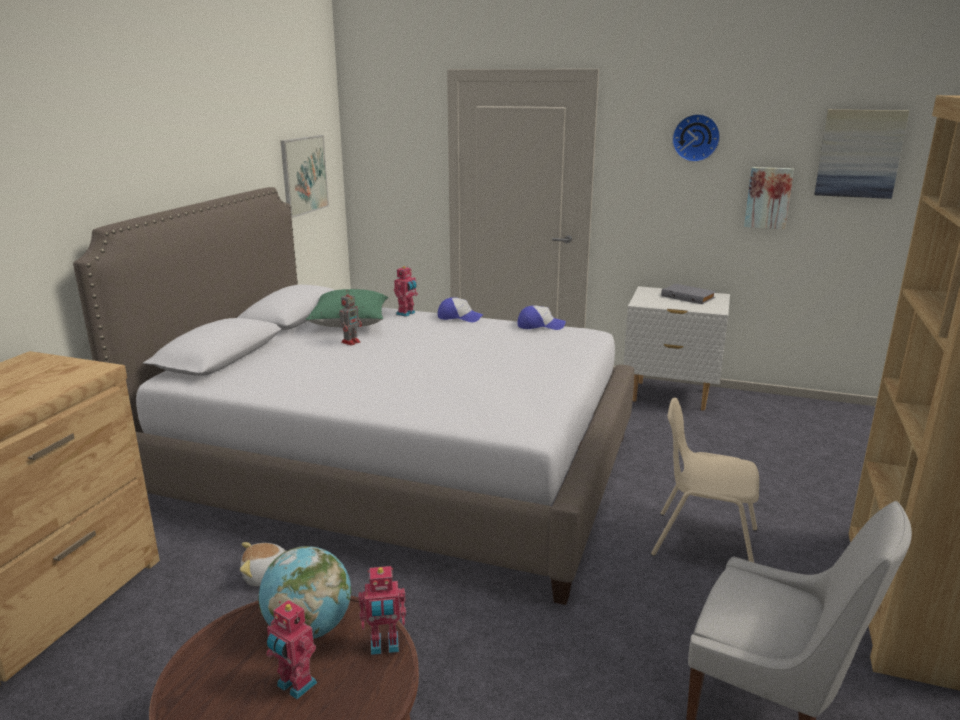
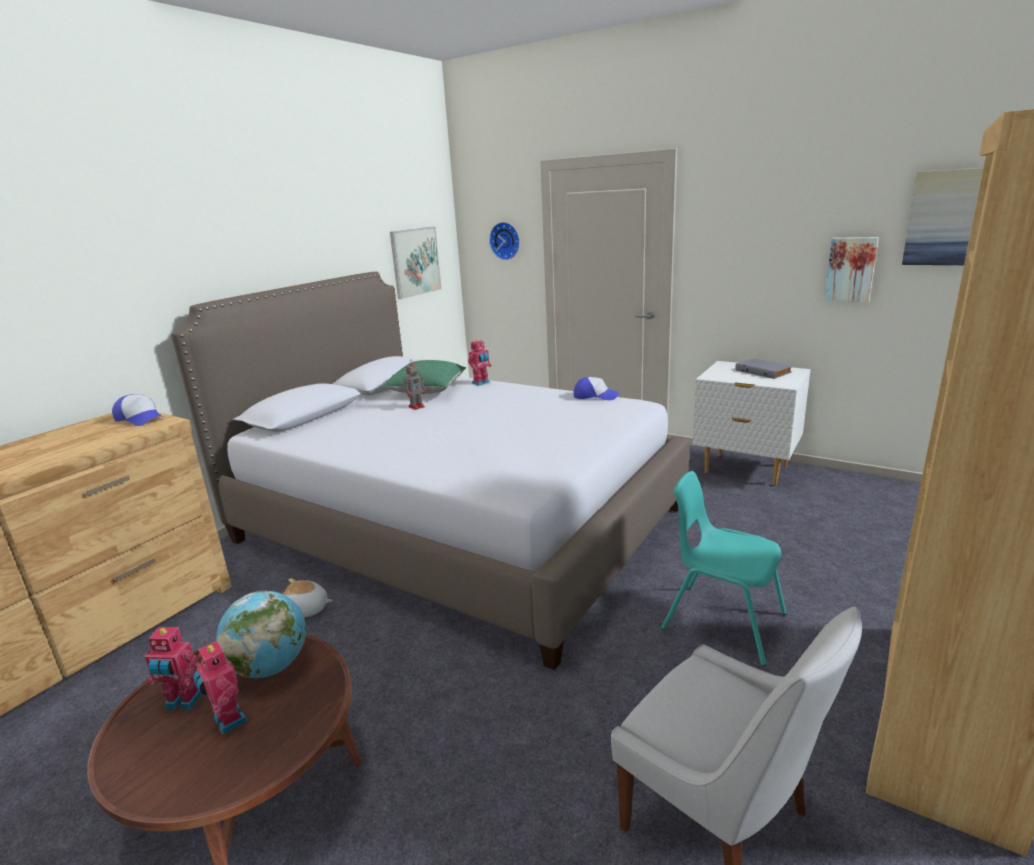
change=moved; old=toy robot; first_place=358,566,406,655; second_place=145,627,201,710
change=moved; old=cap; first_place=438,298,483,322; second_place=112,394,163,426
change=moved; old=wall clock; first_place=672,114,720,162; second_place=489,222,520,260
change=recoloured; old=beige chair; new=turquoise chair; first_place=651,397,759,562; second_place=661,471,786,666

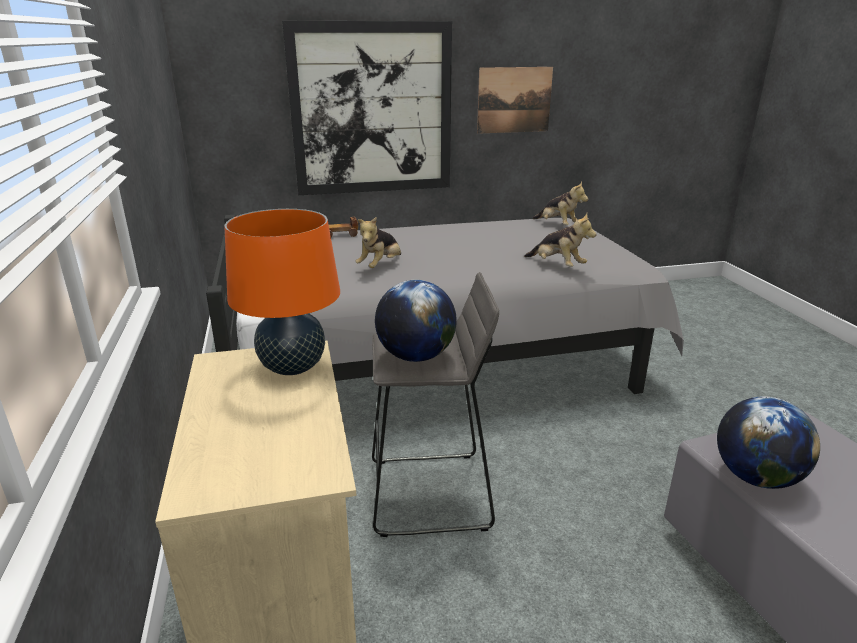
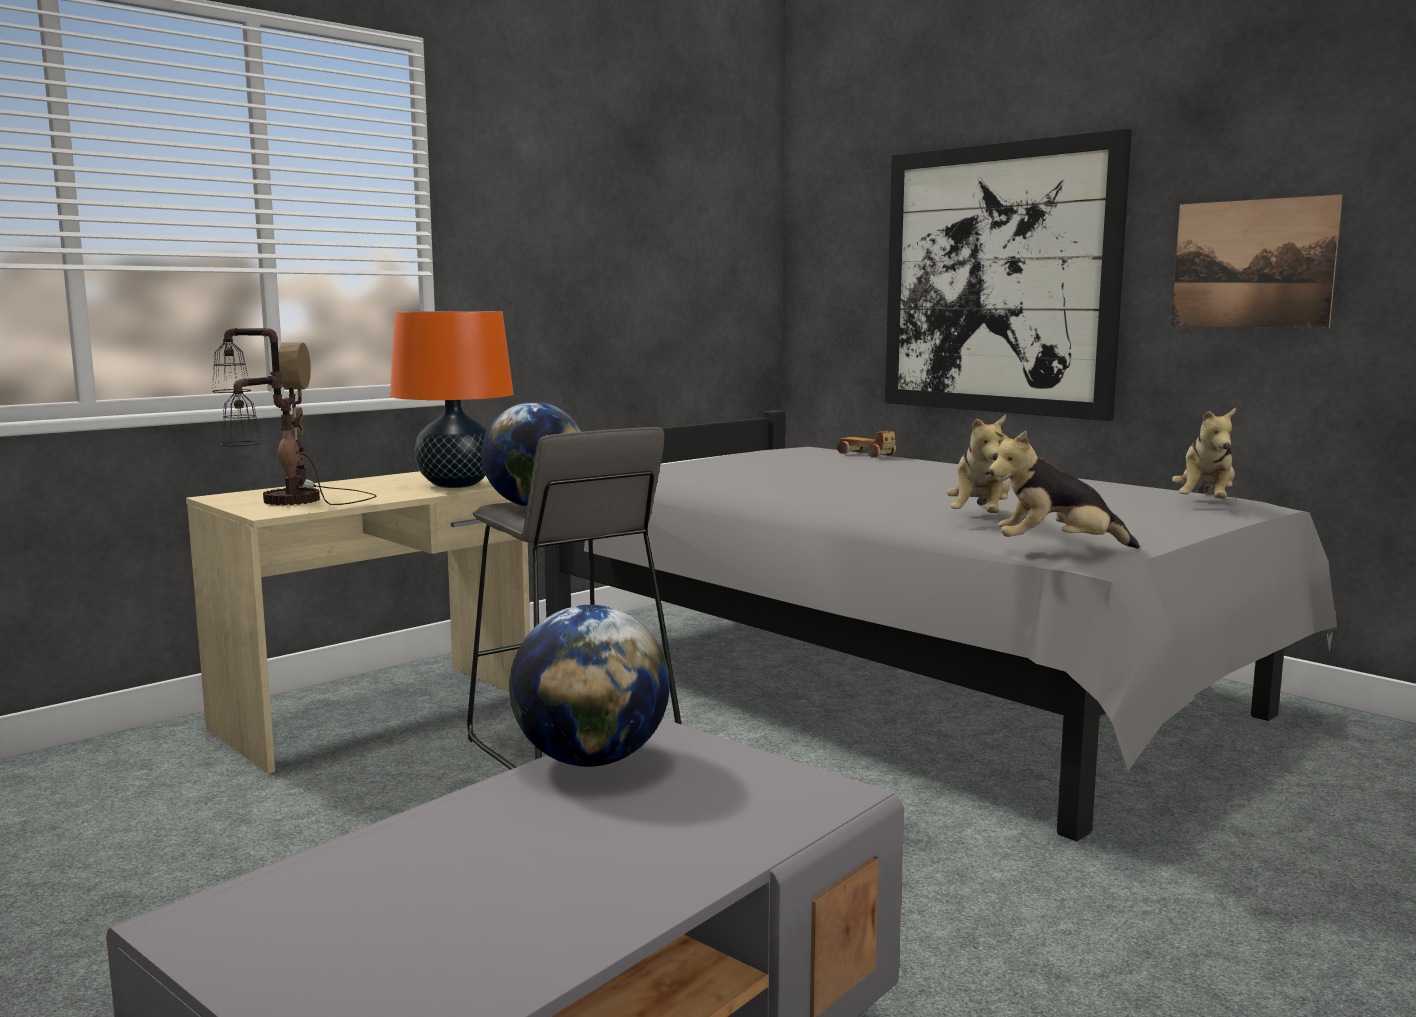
change=added; new=table lamp; second_place=212,328,377,505
change=moved; old=plush toy; first_place=355,217,401,268; second_place=989,431,1140,549

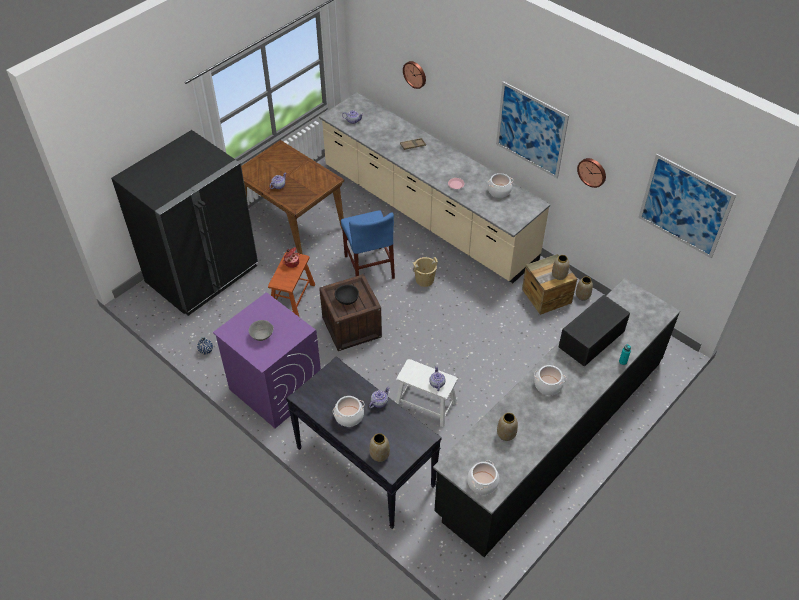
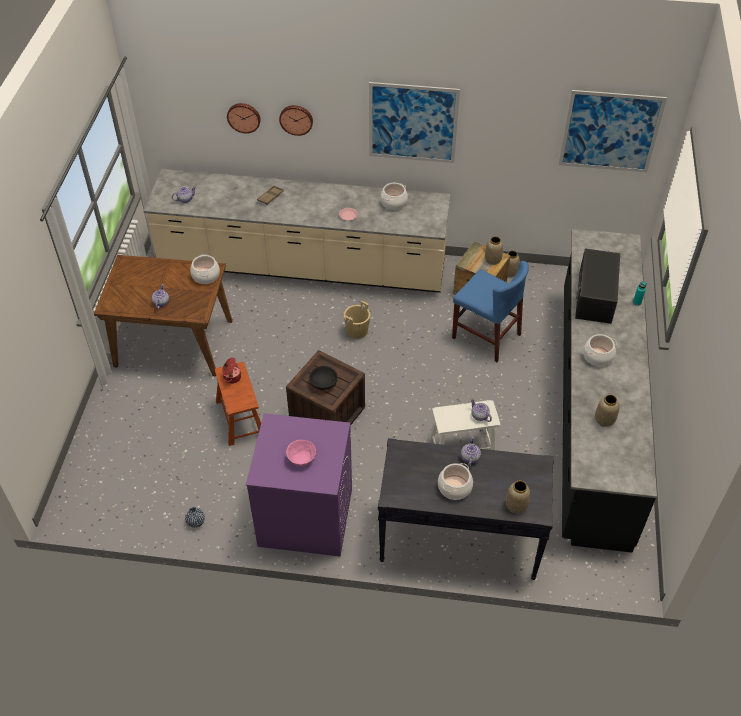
change=removed; old=black fridge; first_place=111,130,258,316
change=moved; old=blue chair; first_place=341,210,395,279; second_place=452,261,529,362
change=moved; old=cooking pot; first_place=467,460,499,495; second_place=190,254,220,284
change=moved; old=wall clock; first_place=577,158,606,188; second_place=279,105,313,136
change=recoloured; old=grey bowl; new=pink bowl; first_place=249,320,274,341; second_place=286,440,316,466

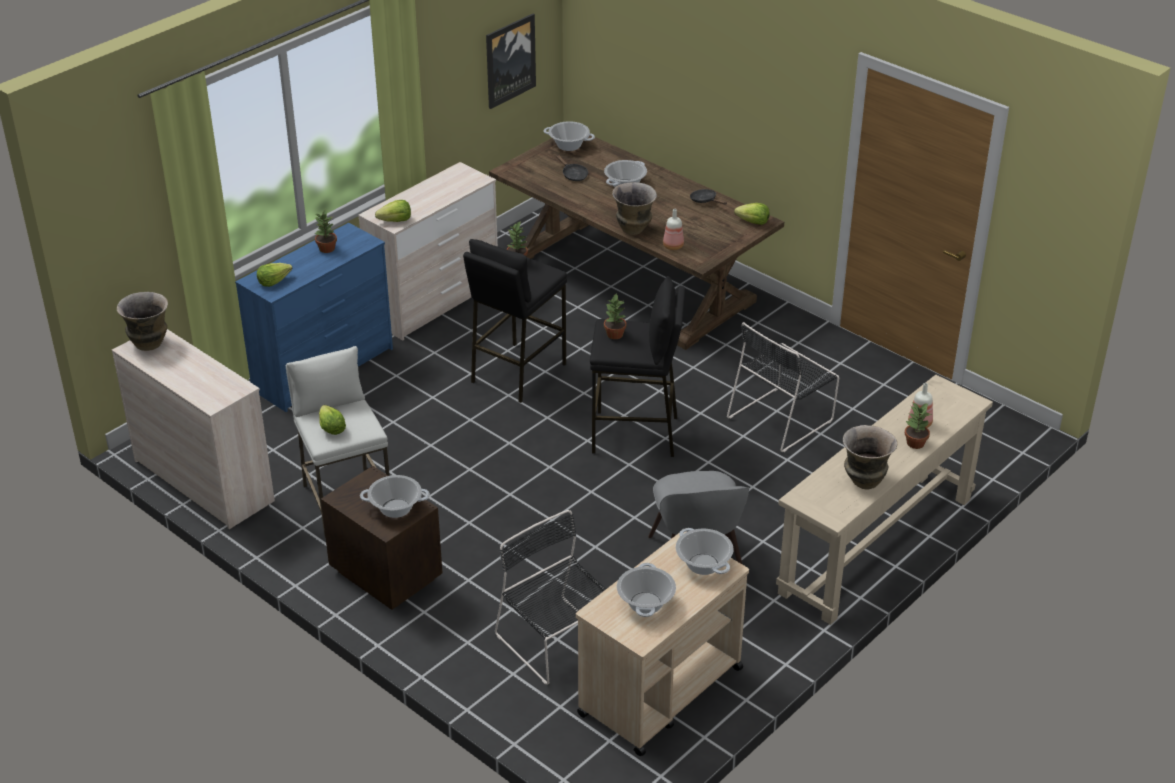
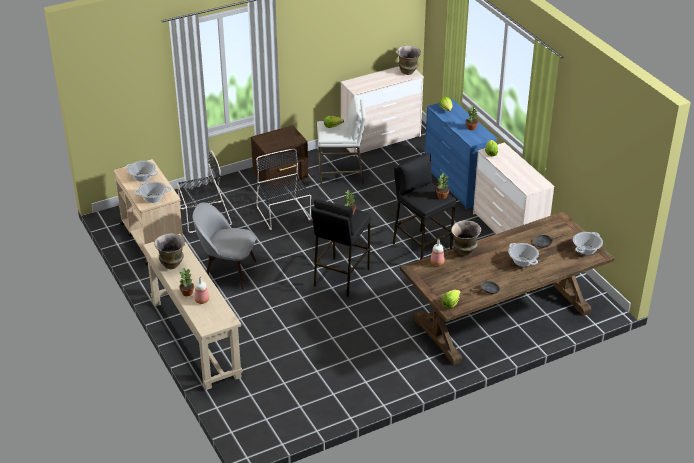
change=removed; old=cooking pot; first_place=360,475,430,518
change=removed; old=picture; first_place=486,14,536,109
change=moved; old=black chair; first_place=727,322,839,452; second_place=256,149,311,230

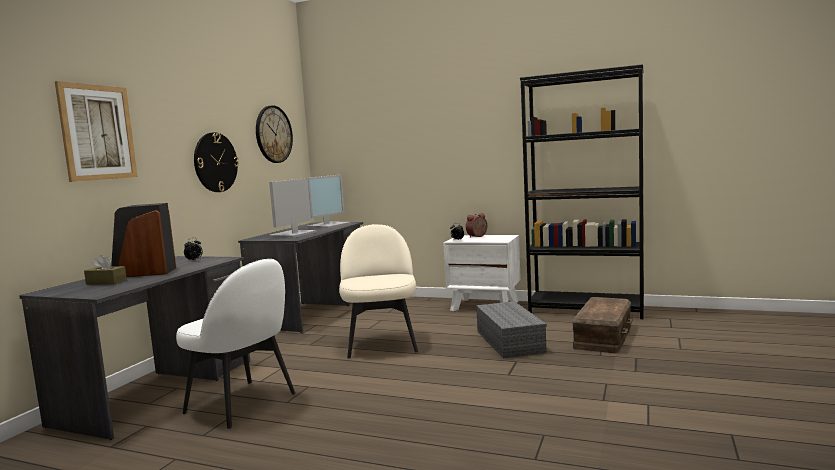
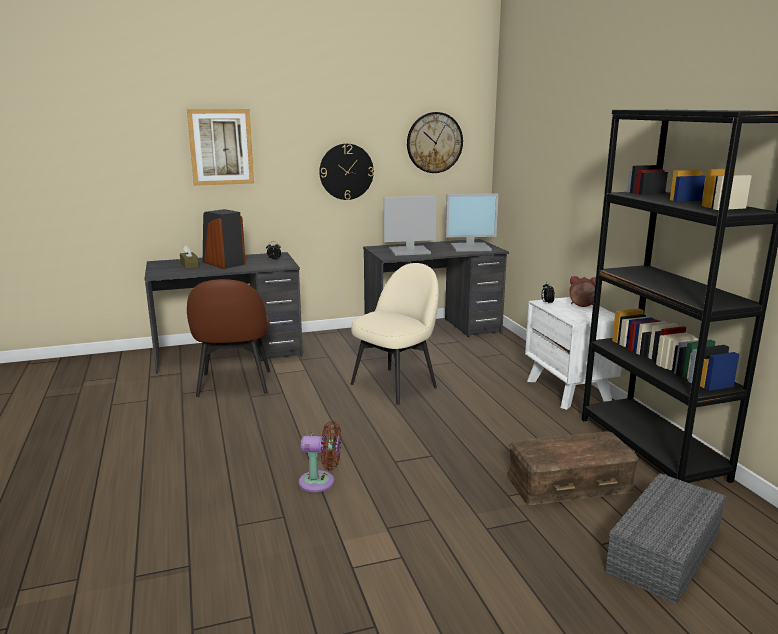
change=added; new=brown fan; second_place=299,420,341,492
change=moved; old=grey storage box; first_place=476,301,547,359; second_place=606,473,727,604
change=recoloured; old=white chair; new=brown chair; first_place=176,259,295,429; second_place=187,279,270,397

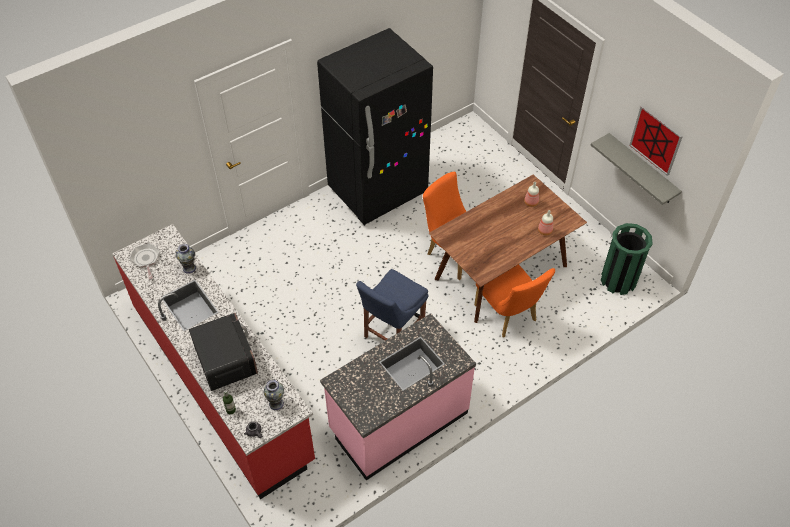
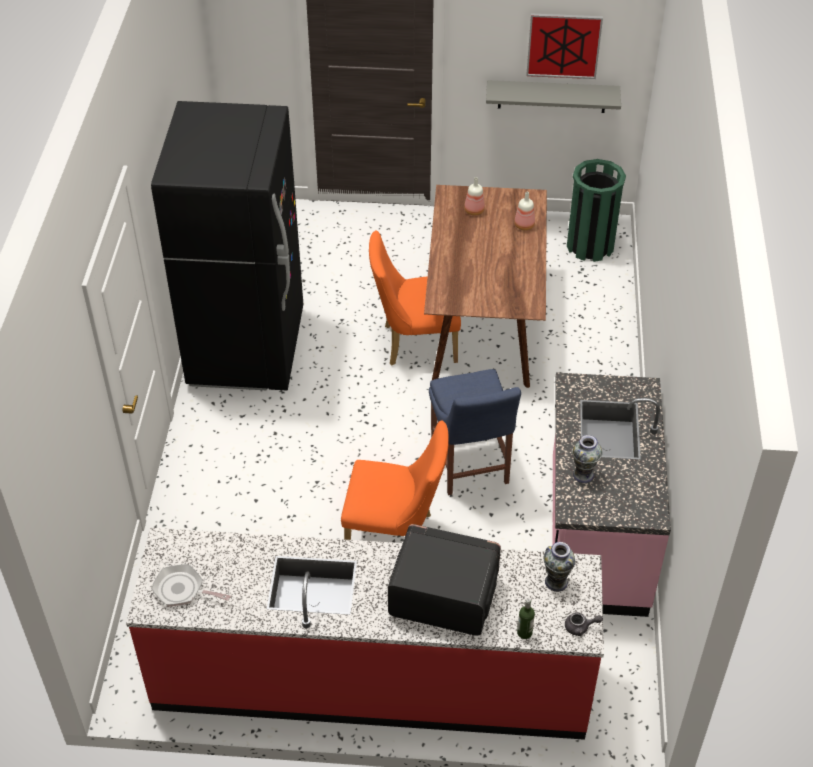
change=moved; old=vase; first_place=175,244,196,274; second_place=572,435,602,483
change=moved; old=orange chair; first_place=474,264,555,337; second_place=341,420,449,540

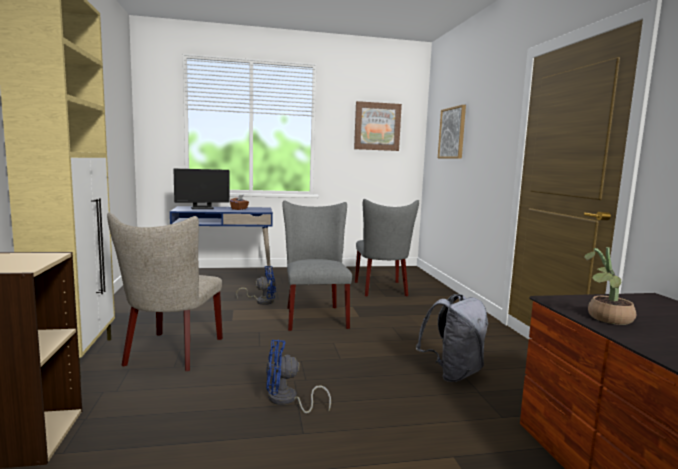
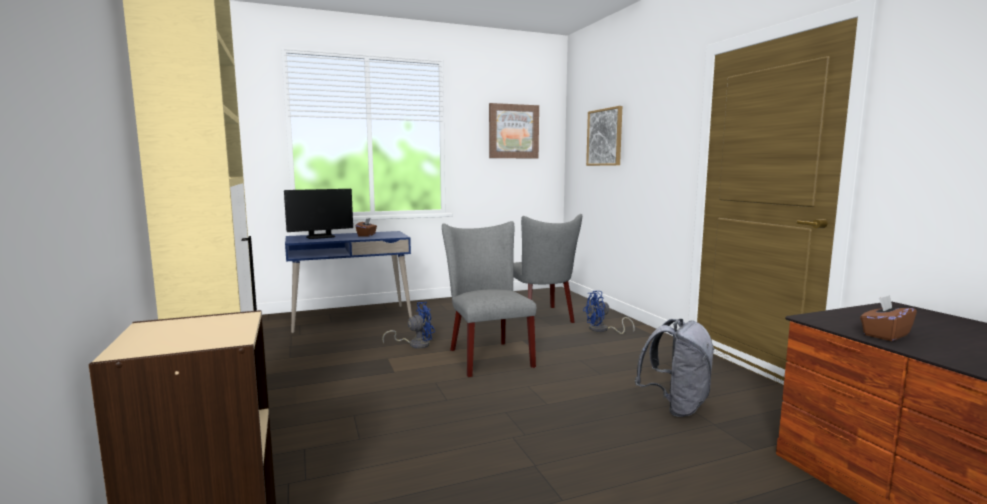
change=removed; old=beige chair; first_place=107,212,223,371
change=moved; old=blue fan; first_place=266,339,331,413; second_place=583,291,635,334
change=replaced; old=potted plant; new=brown tissue box; first_place=584,247,636,325; second_place=860,295,917,341

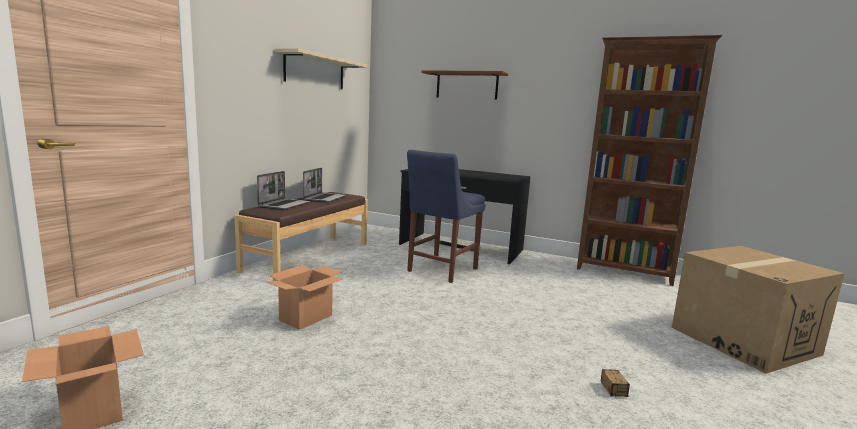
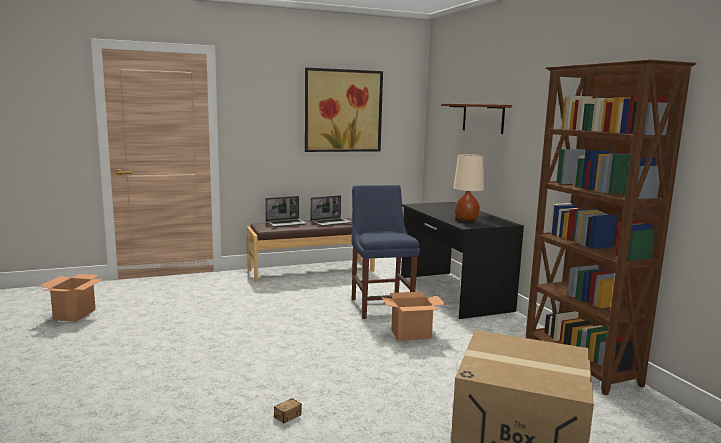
change=added; new=beige table lamp; second_place=453,154,484,221
change=moved; old=cardboard box; first_place=267,265,343,330; second_place=381,292,446,341
change=replaced; old=beige shelf; new=picture; first_place=275,48,367,89; second_place=305,68,383,152
change=turned; old=blue chair; first_place=407,150,485,283; second_place=352,185,420,319; degrees=90

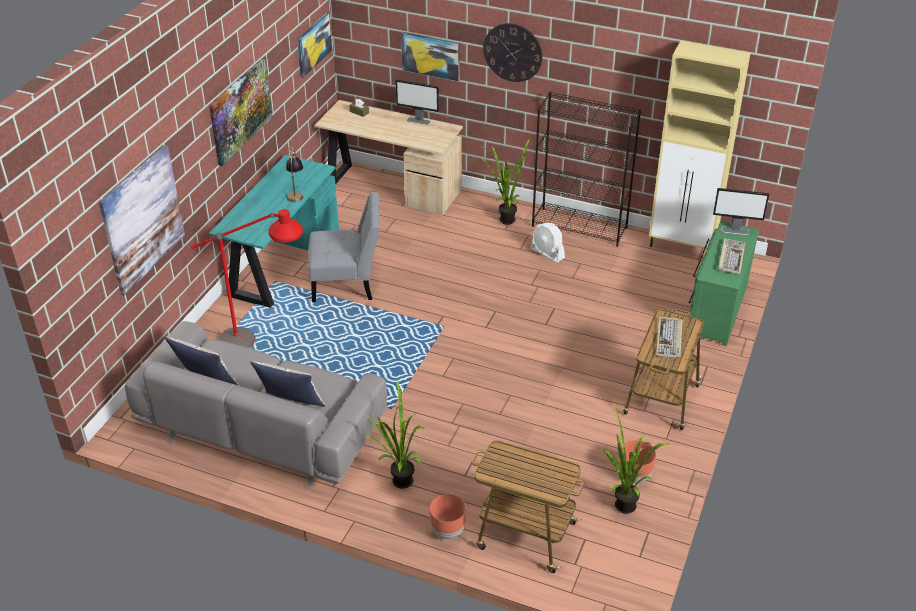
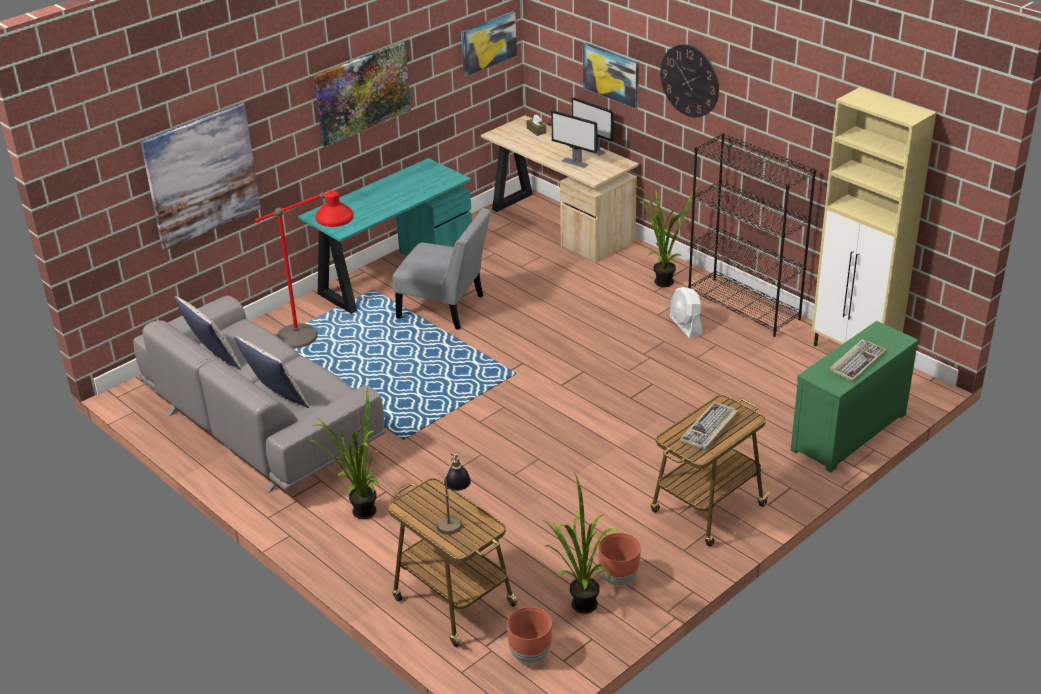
change=moved; old=table lamp; first_place=286,148,303,202; second_place=436,453,471,535
change=moved; old=brown planter; first_place=430,494,466,539; second_place=507,607,552,663
change=moved; old=monitor; first_place=713,188,769,235; second_place=551,110,597,168

